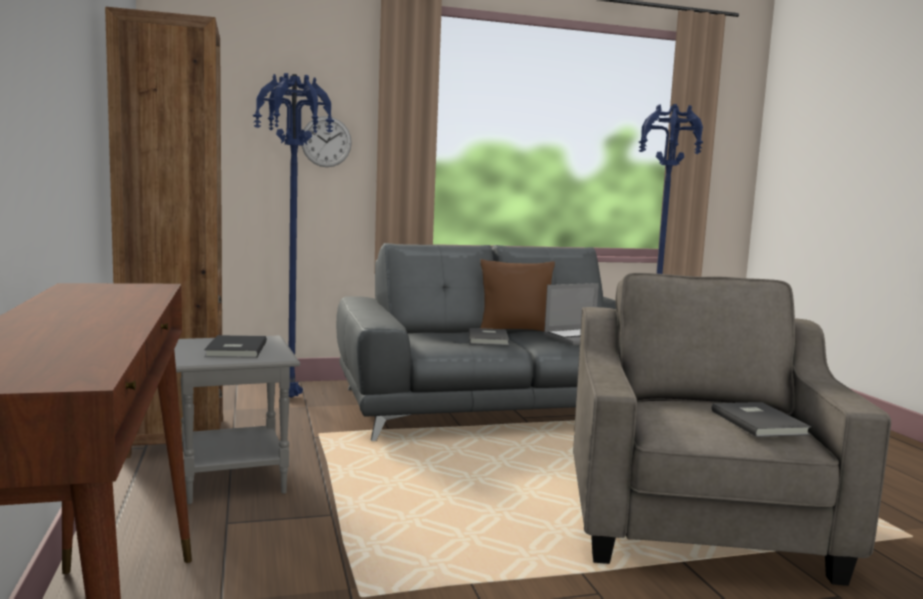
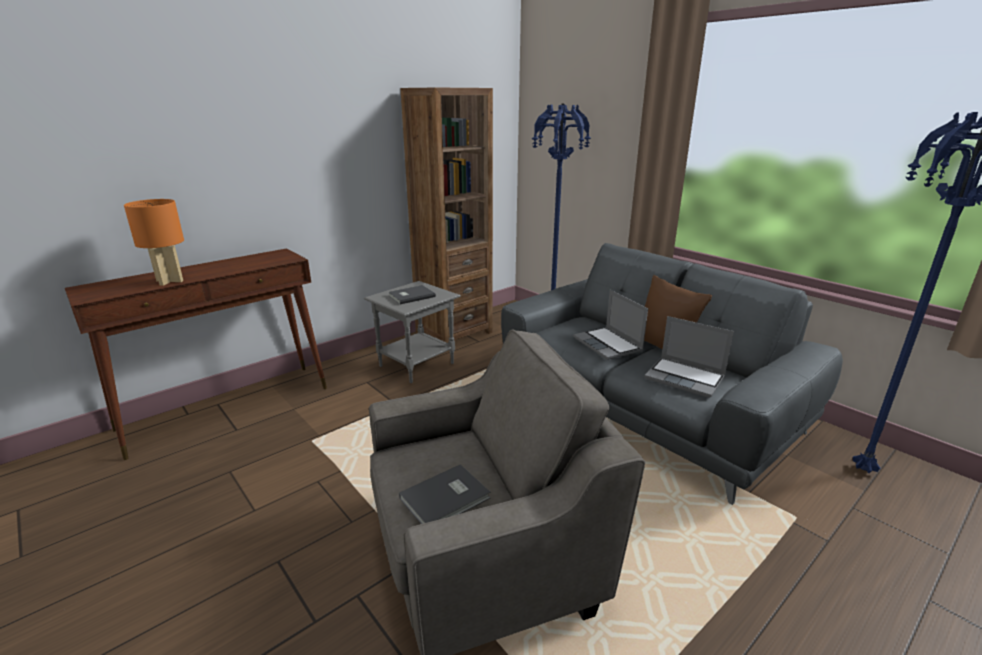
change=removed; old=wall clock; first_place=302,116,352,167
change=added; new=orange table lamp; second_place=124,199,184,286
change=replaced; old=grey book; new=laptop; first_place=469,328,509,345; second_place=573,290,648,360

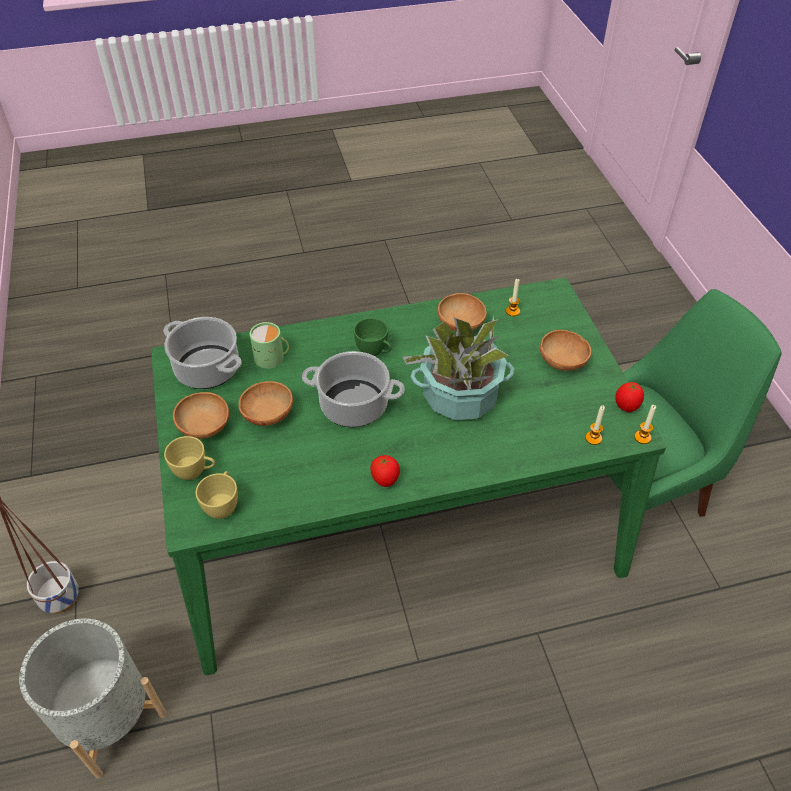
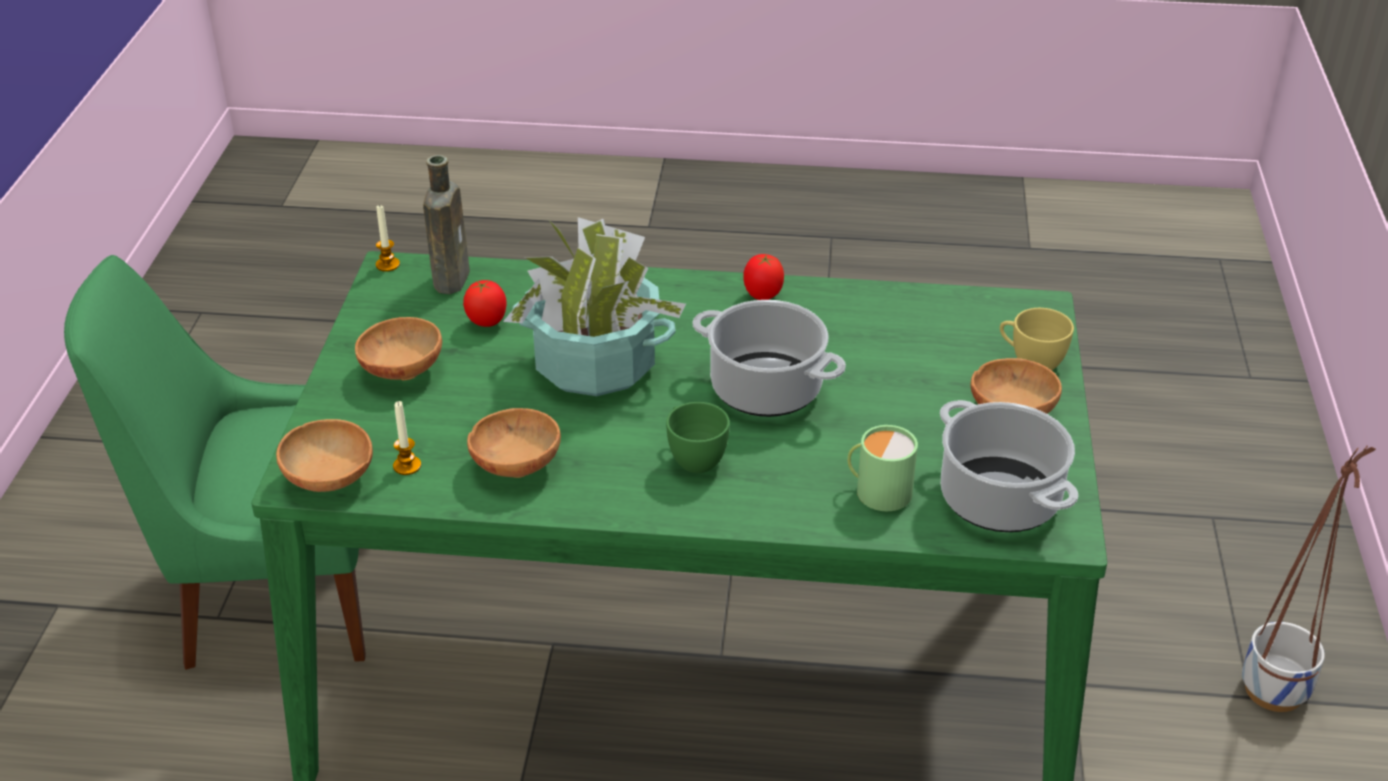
change=removed; old=grey planter; first_place=19,618,167,779
change=removed; old=yellow cup; first_place=196,471,238,519
change=moved; old=brown bowl; first_place=238,381,293,426; second_place=276,419,373,492
change=moved; old=tomato; first_place=615,382,644,412; second_place=463,280,507,327
change=replaced; old=candle; new=brown bottle; first_place=585,405,605,445; second_place=423,155,470,294

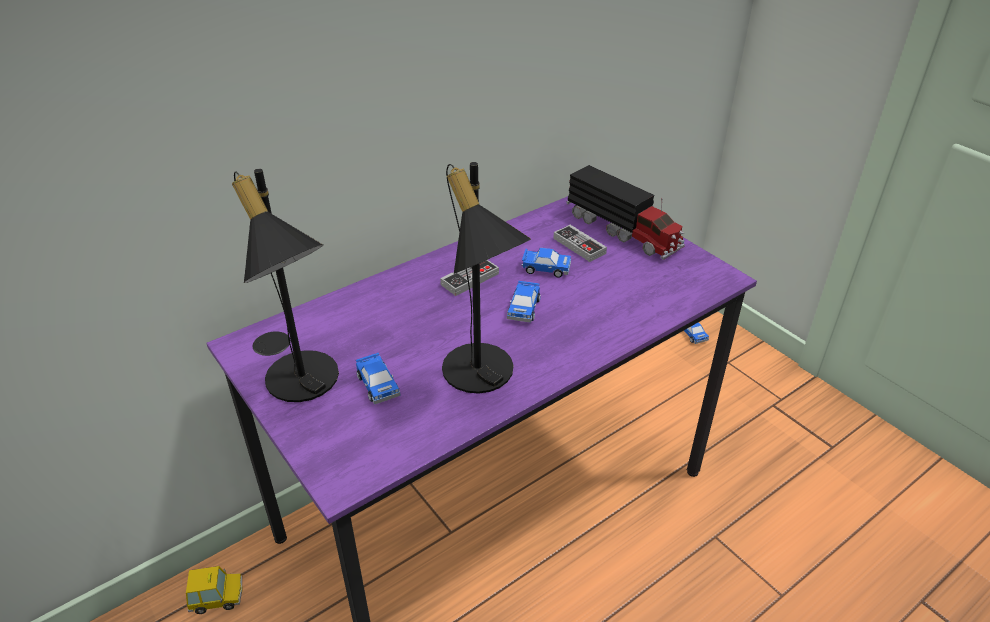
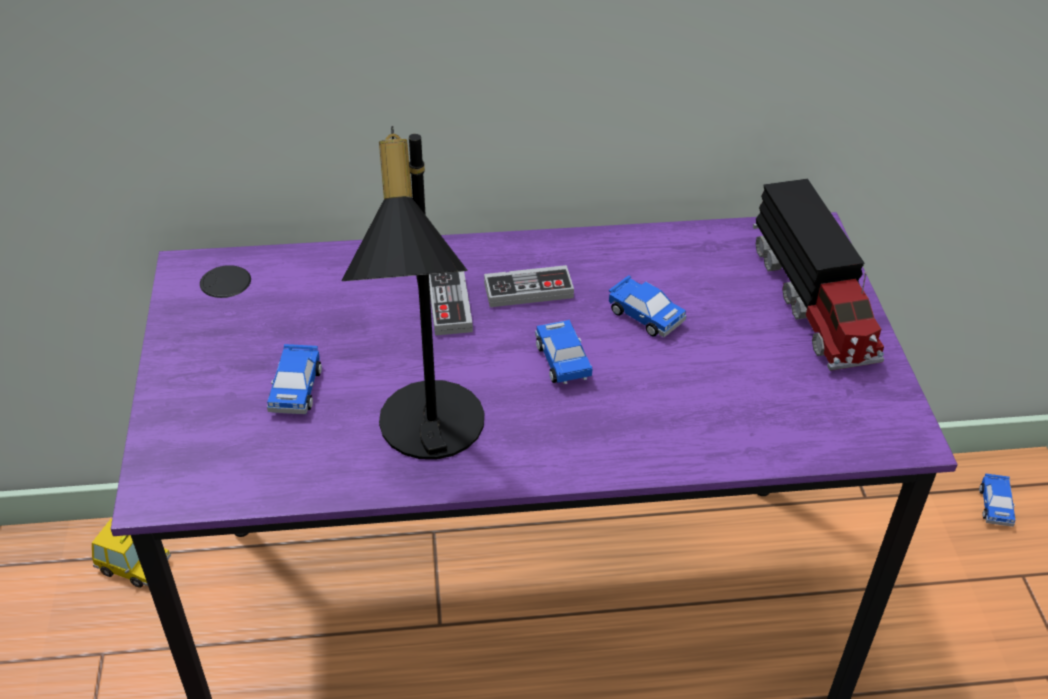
change=removed; old=black table lamp; first_place=232,169,339,402
change=moved; old=game controller; first_place=553,225,607,262; second_place=429,271,473,335
change=turned; old=toy car; first_place=507,281,541,323; second_place=535,320,592,384; degrees=120

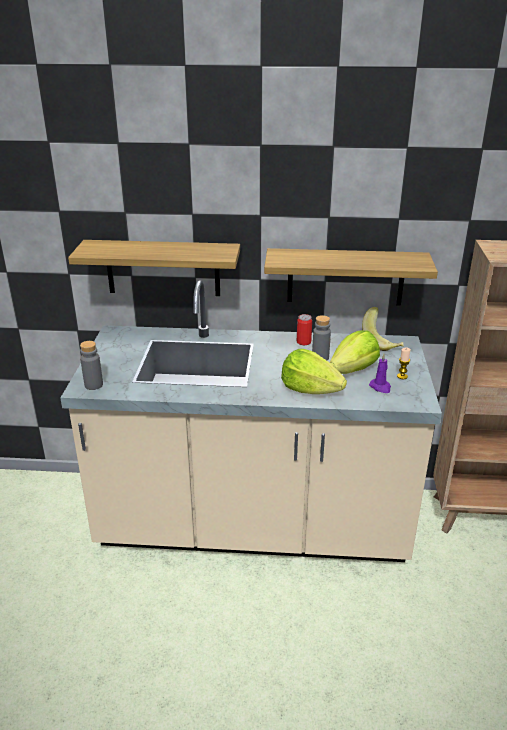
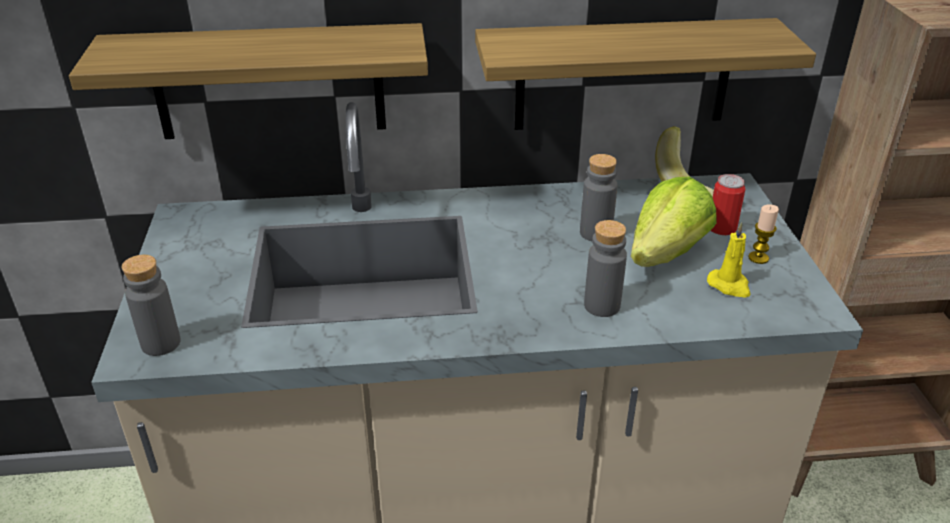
change=moved; old=can; first_place=297,314,312,345; second_place=711,174,745,235
change=replaced; old=lettuce; new=grey bottle; first_place=281,349,347,394; second_place=584,220,627,317
change=recoloured; old=purple candle; new=yellow candle; first_place=369,354,391,393; second_place=707,222,750,298

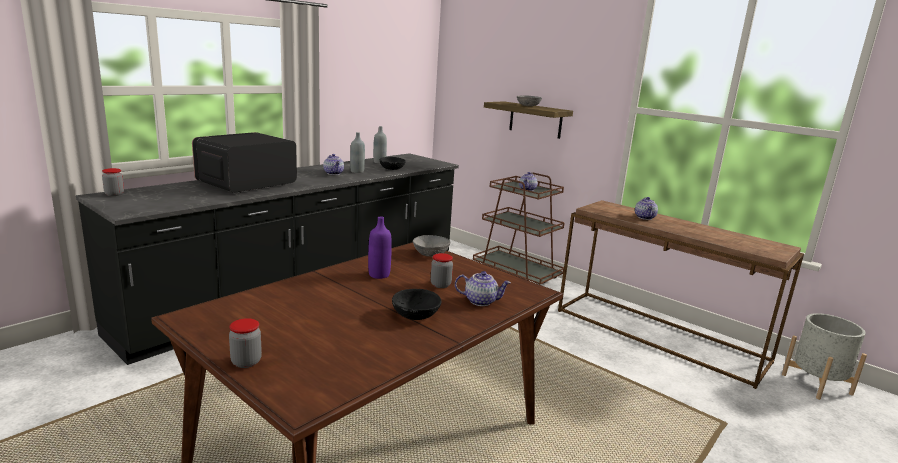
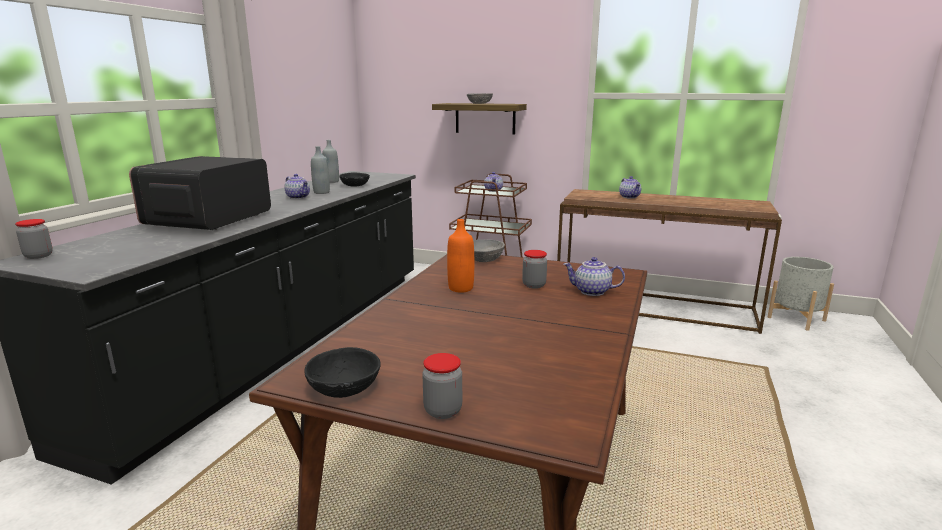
change=moved; old=black bowl; first_place=392,289,441,320; second_place=304,347,381,398
change=recoloured; old=purple bottle; new=orange bottle; first_place=368,217,392,279; second_place=447,219,474,293
change=turned; old=teapot; first_place=455,271,511,306; second_place=564,257,625,296; degrees=-150

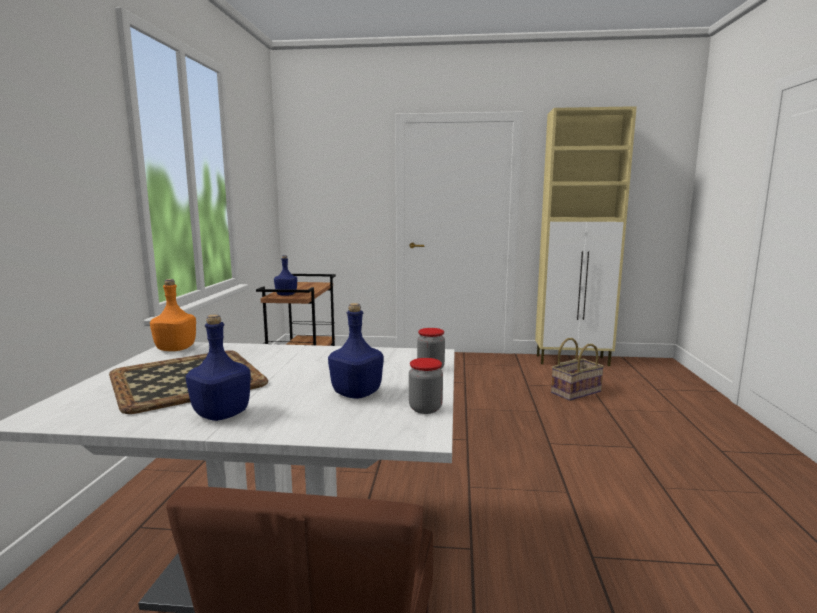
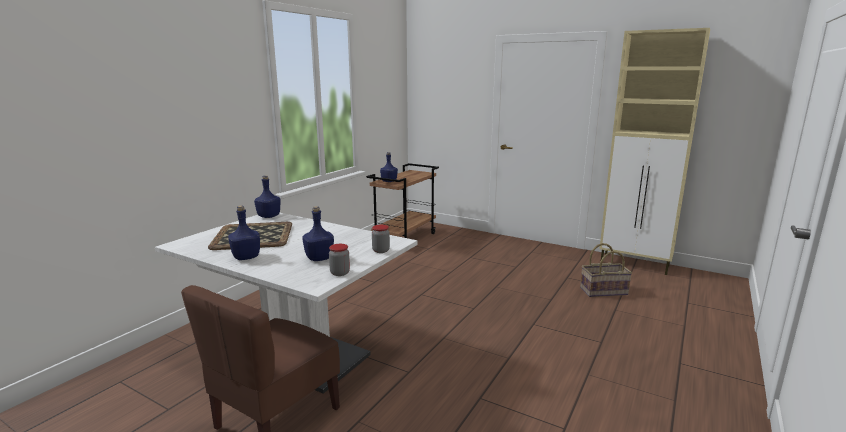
change=recoloured; old=orange bottle; new=blue bottle; first_place=150,279,196,351; second_place=254,175,281,218

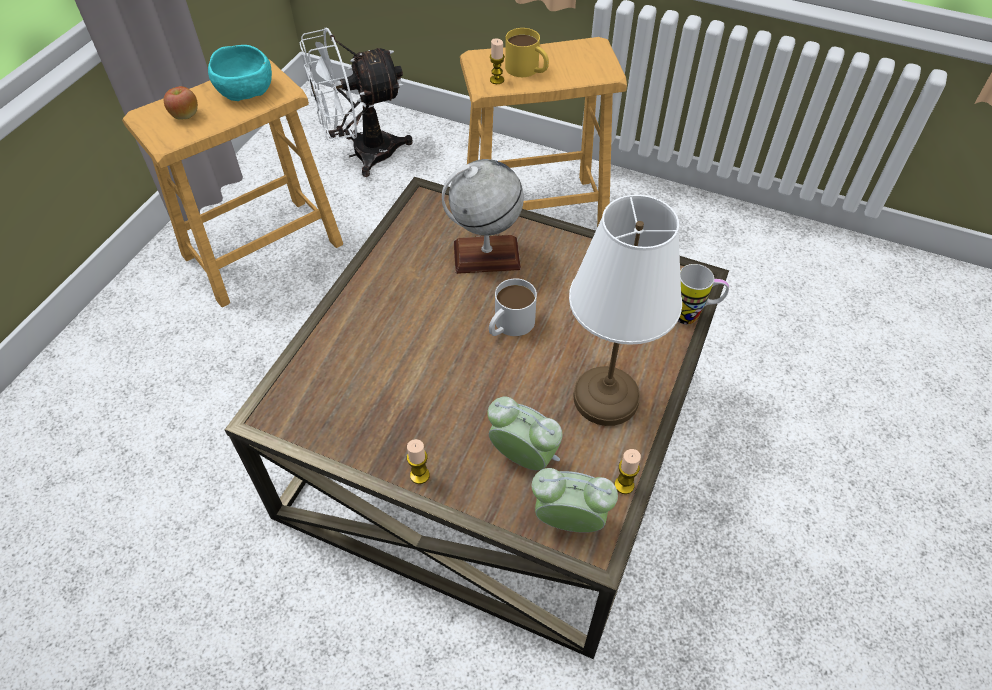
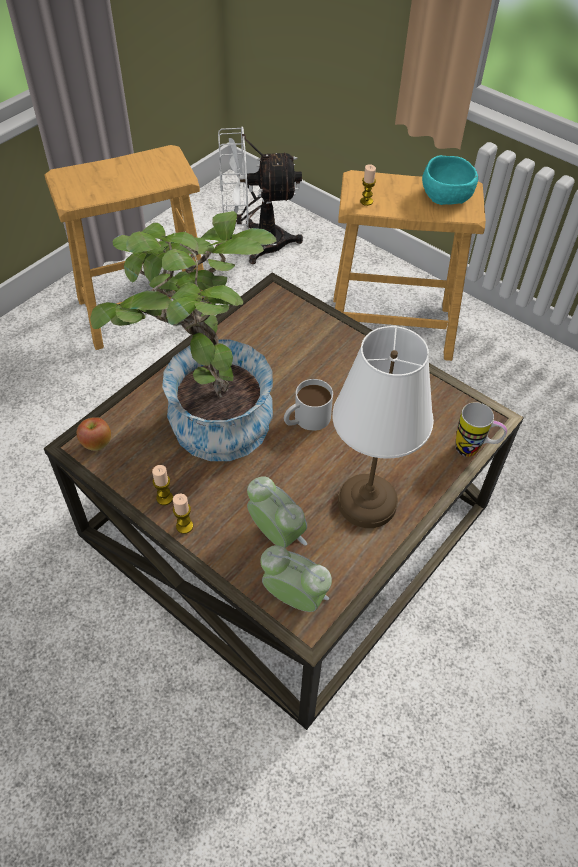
change=removed; old=globe; first_place=442,159,524,274
change=removed; old=yellow mug; first_place=505,28,549,77
change=added; new=potted plant; second_place=90,211,277,461
change=moved; old=apple; first_place=164,86,198,120; second_place=77,417,111,451
change=moved; old=turquoise bowl; first_place=208,45,272,101; second_place=422,155,478,205
change=moved; old=candle; first_place=615,449,641,494; second_place=152,465,173,505

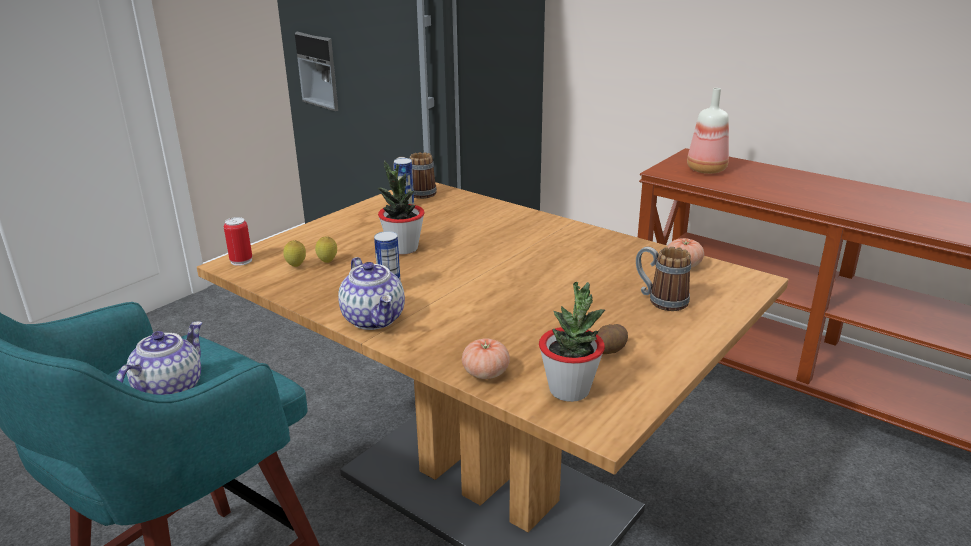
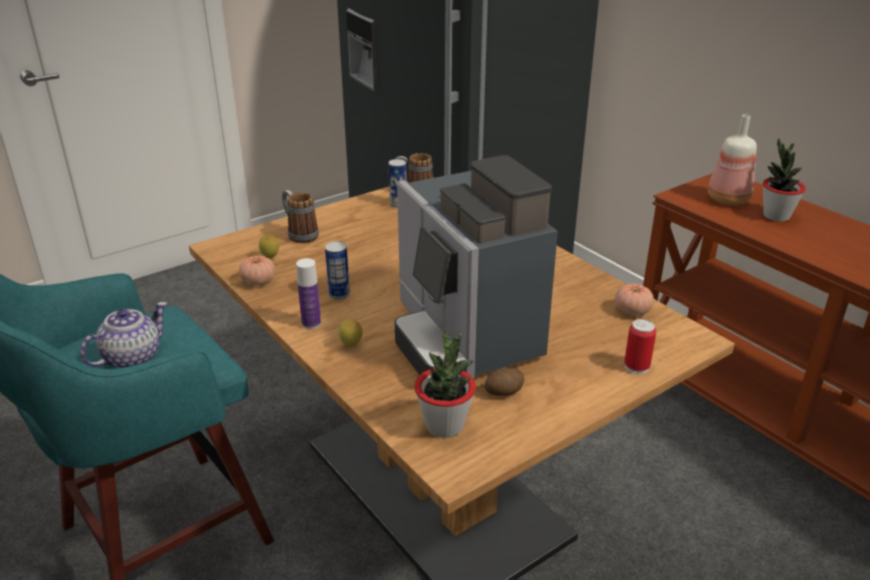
change=added; new=coffee machine; second_place=394,155,558,379
change=moved; old=can; first_place=224,217,252,266; second_place=624,319,656,374
change=moved; old=lemon; first_place=315,236,337,263; second_place=339,319,363,347
change=moved; old=potted plant; first_place=378,160,425,254; second_place=763,138,806,222
change=moved; old=tomato; first_place=462,338,510,379; second_place=239,256,275,285
change=moved; old=mug; first_place=636,247,691,311; second_place=282,190,319,243
change=replaced; old=teapot; new=bottle; first_place=338,257,405,330; second_place=296,258,321,329

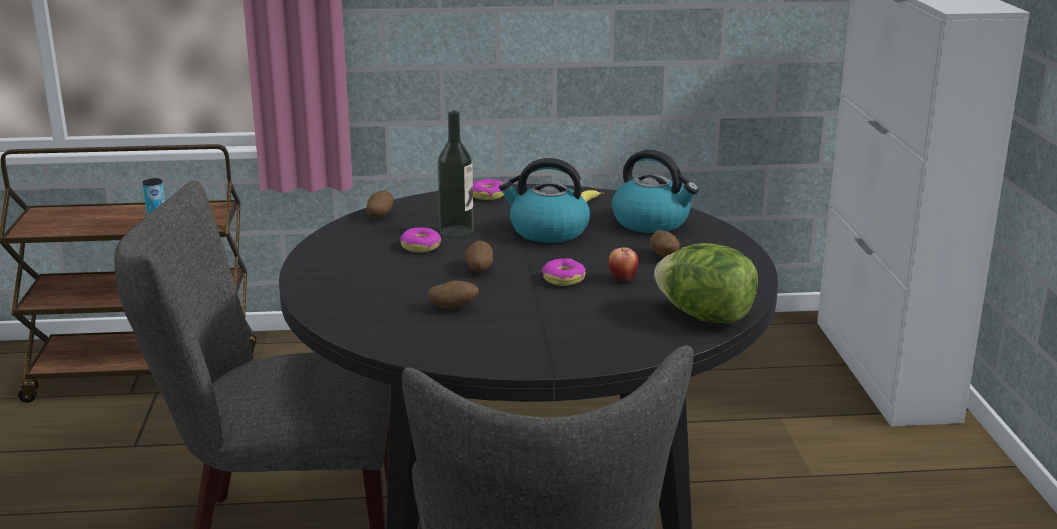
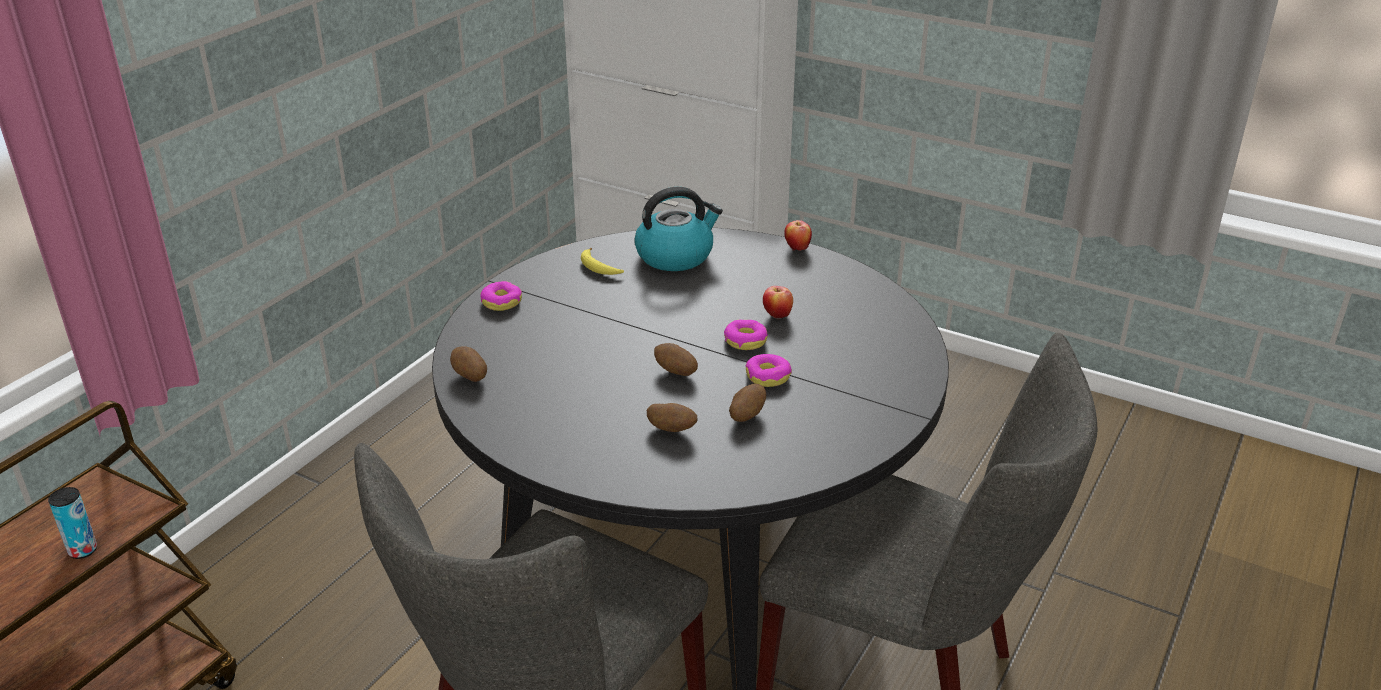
change=removed; old=bottle; first_place=438,111,474,238
change=removed; old=kettle; first_place=499,158,590,243
change=removed; old=lettuce; first_place=654,243,758,324
change=added; new=apple; second_place=784,220,812,251
change=moved; old=donut; first_place=400,227,441,253; second_place=745,354,792,387
change=moved; old=potato; first_place=649,230,680,257; second_place=647,403,698,432

